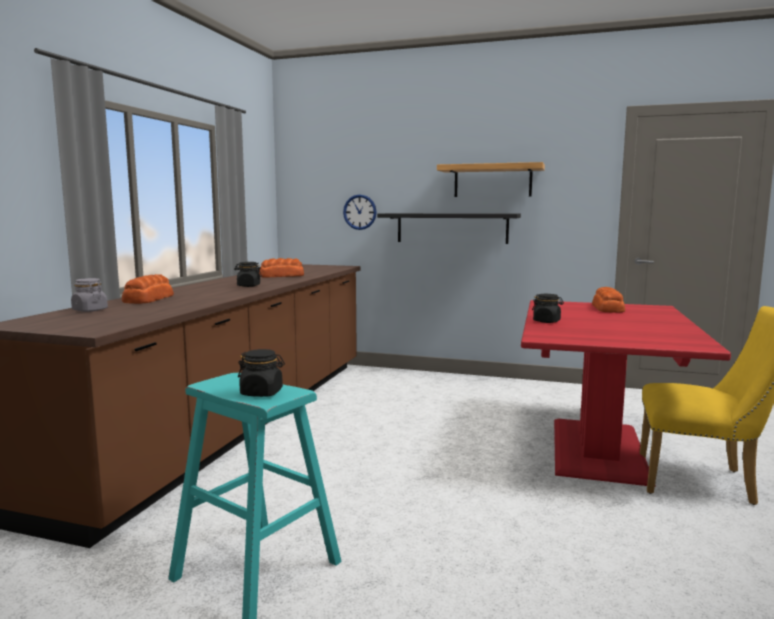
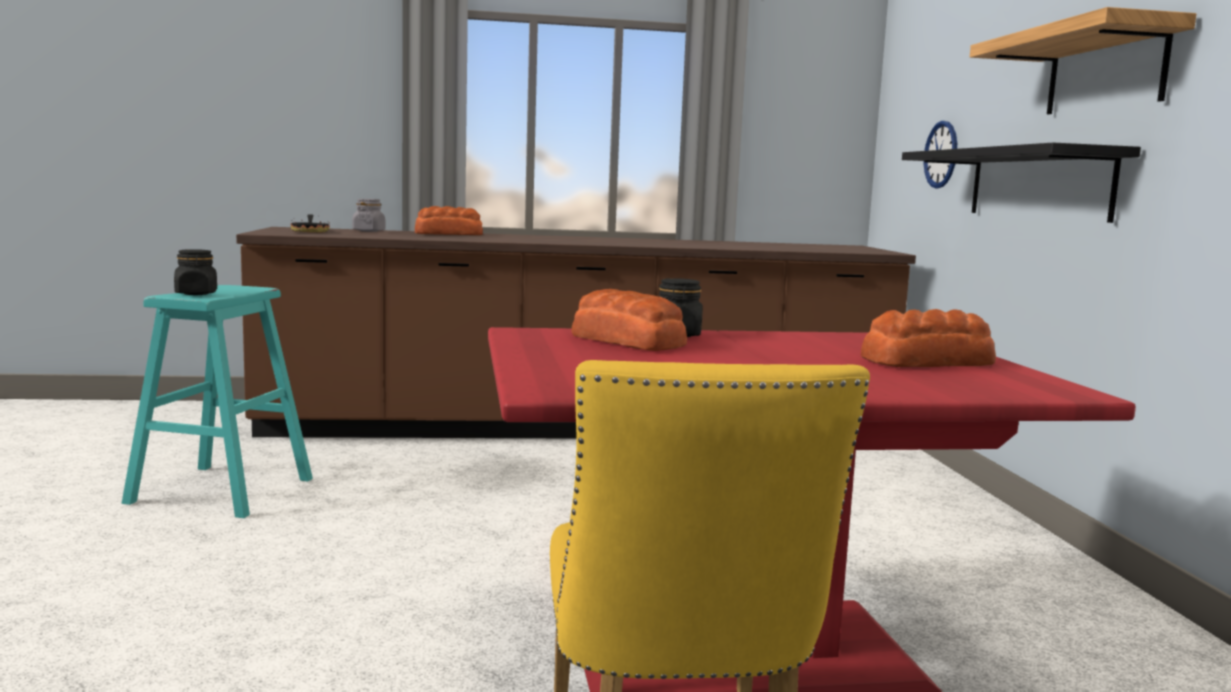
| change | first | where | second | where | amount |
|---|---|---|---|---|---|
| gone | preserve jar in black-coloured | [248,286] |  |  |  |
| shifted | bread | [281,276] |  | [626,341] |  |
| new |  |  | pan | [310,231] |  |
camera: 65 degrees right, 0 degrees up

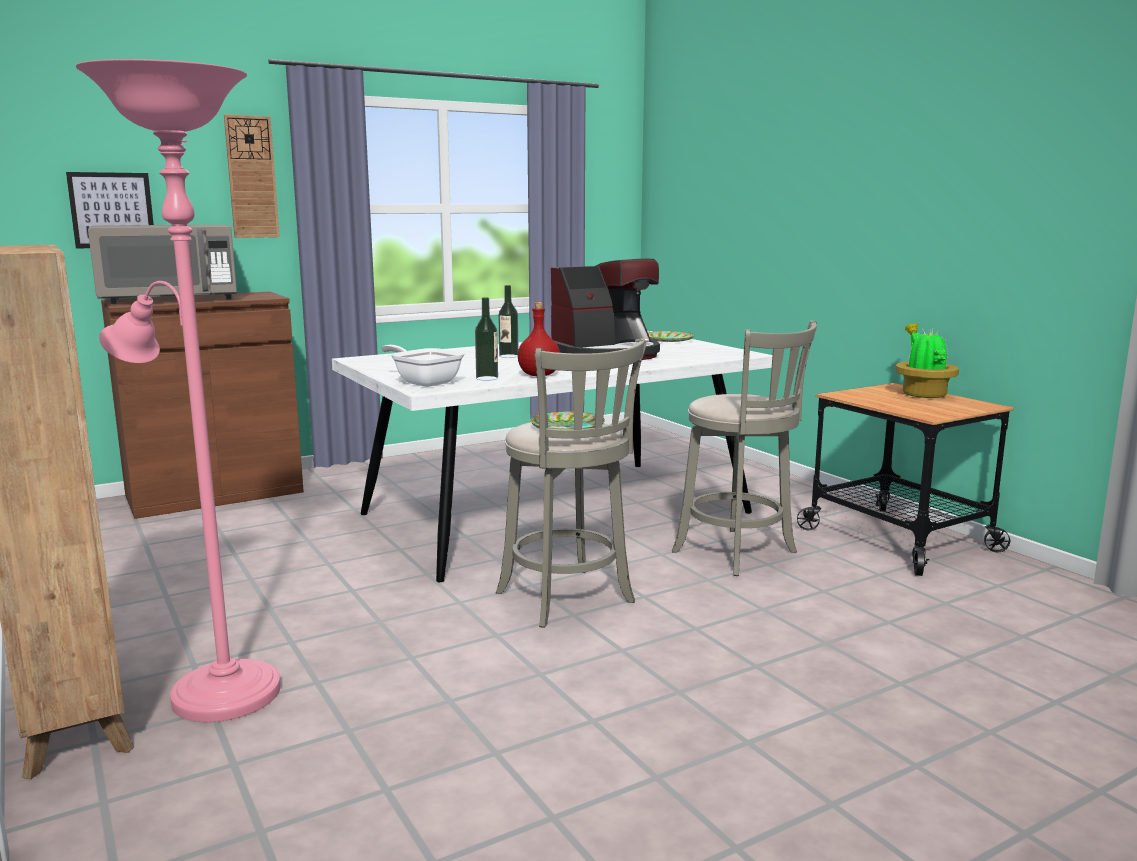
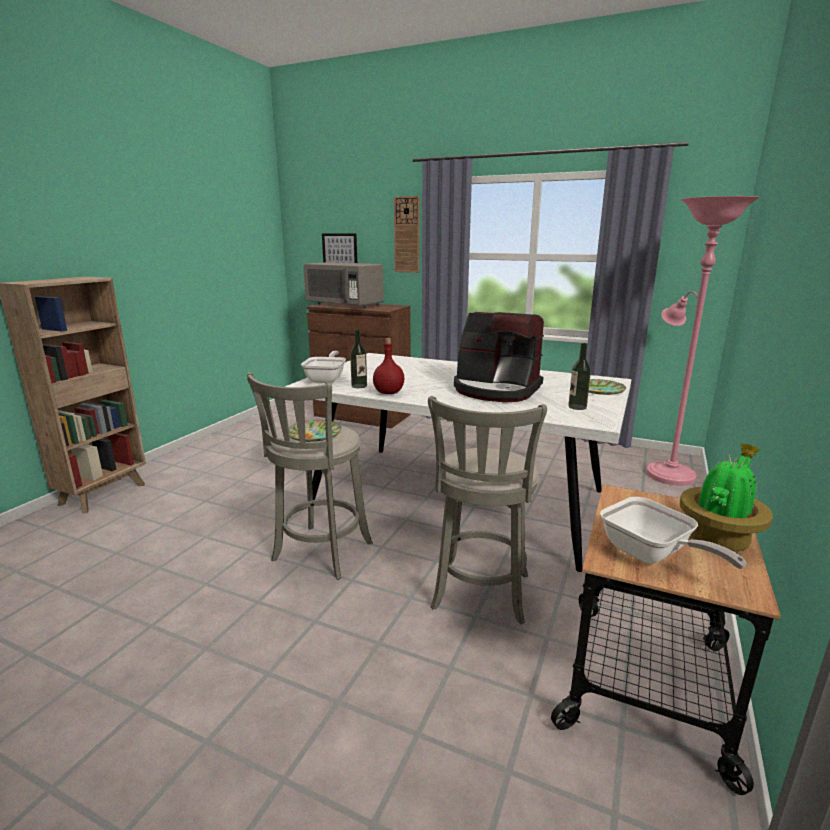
| change | first | where | second | where | amount |
|---|---|---|---|---|---|
| shifted | standing lamp in pinkish | [217,690] |  | [667,472] |  |
| shifted | drink bottle | [508,356] |  | [577,407] |  |
| new |  |  | pan | [651,556] |  |
camera: 55 degrees right, 5 degrees up

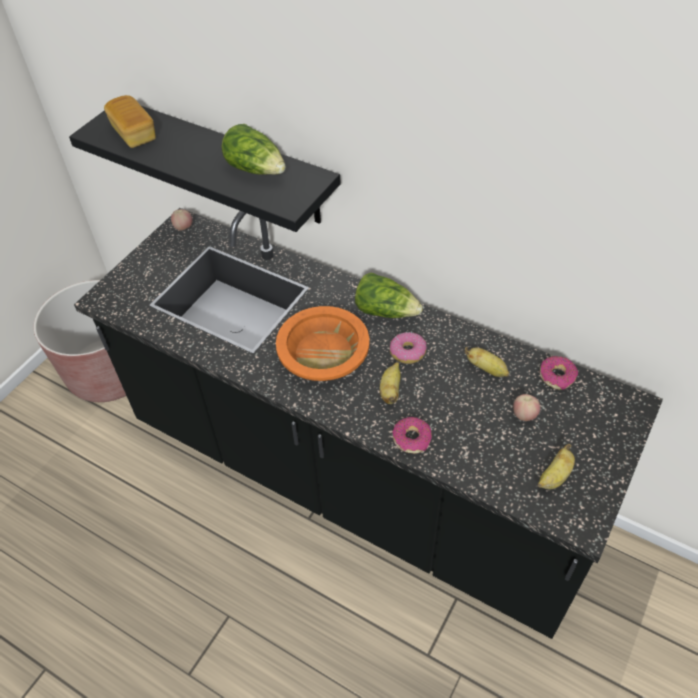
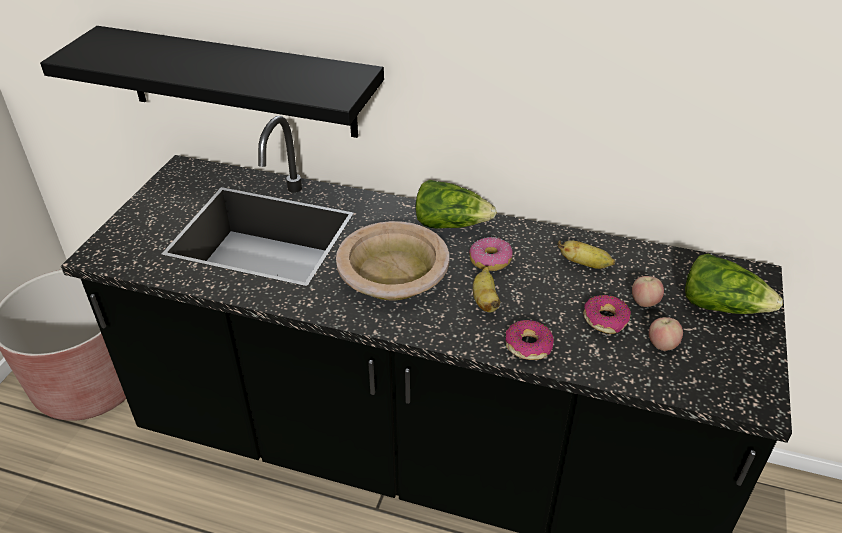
| change | first | where | second | where | amount |
|---|---|---|---|---|---|
| gone | bread | [133,133] |  |  |  |
| shifted | apple fruit | [183,228] |  | [662,345] |  |
| shifted | head of lettuce | [256,169] |  | [721,306] |  |
| repainted | serving bowl in orange | [323,354] | serving bowl in beige-coloured | [393,275] |  |
| gone | whole banana | [554,477] |  |  |  |
| shifted | donut | [557,376] |  | [605,319] |  |
camera: 15 degrees left, 10 degrees down

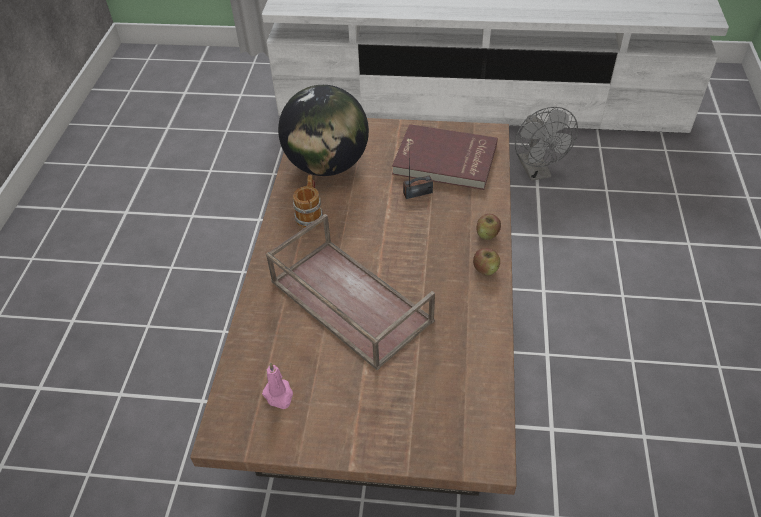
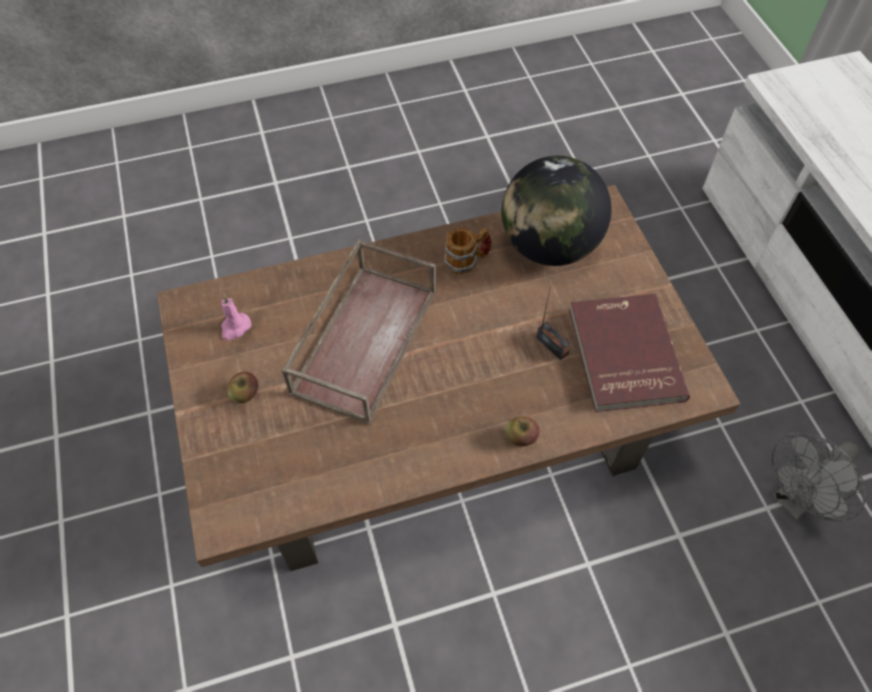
| change | first | where | second | where | amount |
|---|---|---|---|---|---|
| shifted | apple fruit | [485,269] |  | [245,394] |  |
camera: 65 degrees right, 10 degrees up

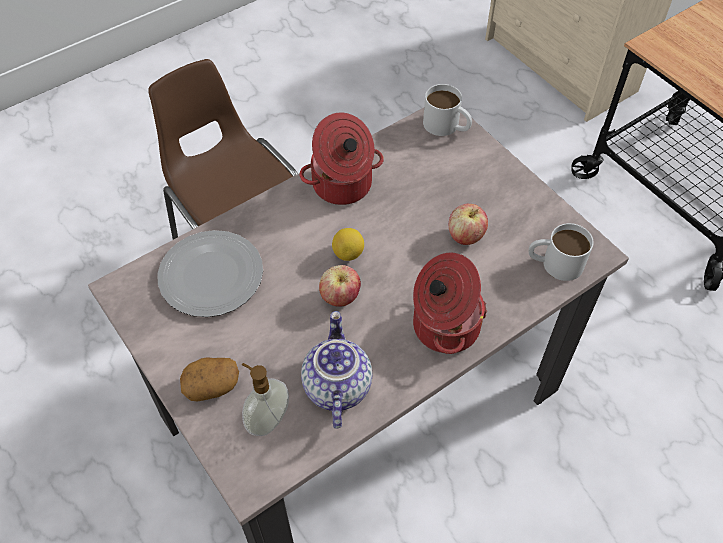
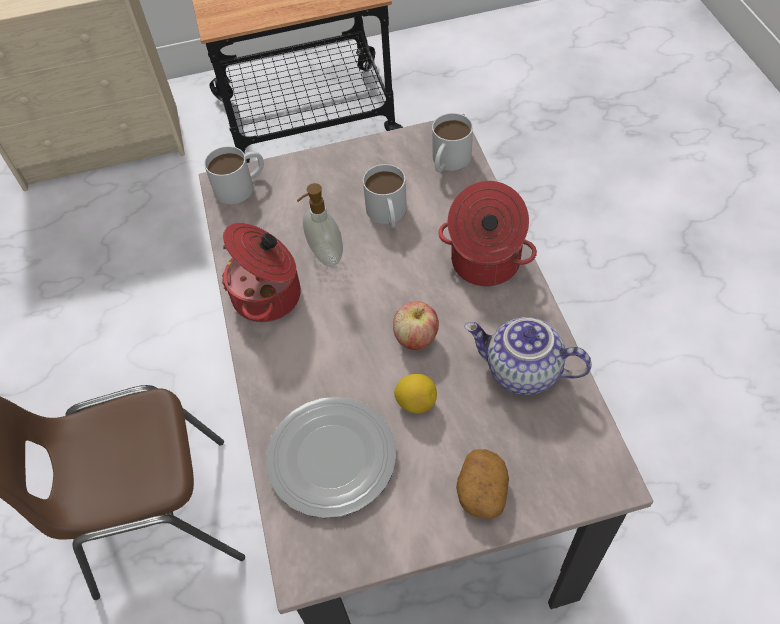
| change | first | where | second | where | amount |
|---|---|---|---|---|---|
| shifted | soap dispenser | [267,419] |  | [325,256] |  |
| shifted | citrus fruit | [348,253] |  | [416,402] |  |
| swapped | apple fruit | [465,236] | mug in white | [388,214] |  |
camera: 65 degrees left, 0 degrees up

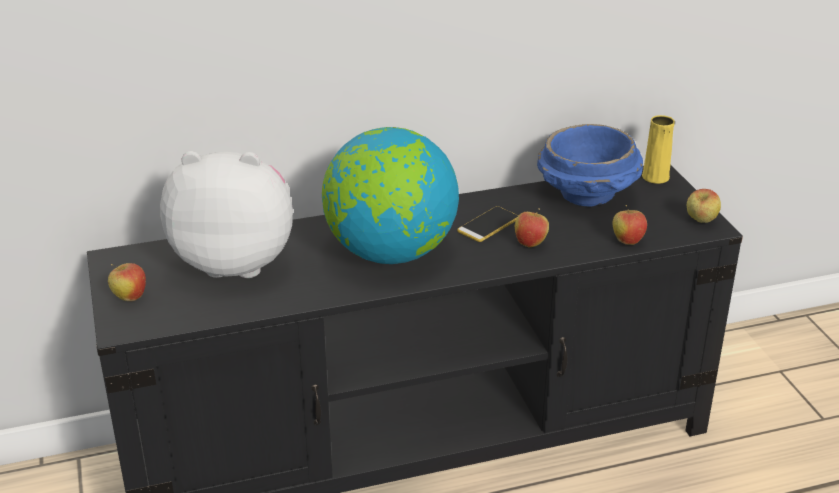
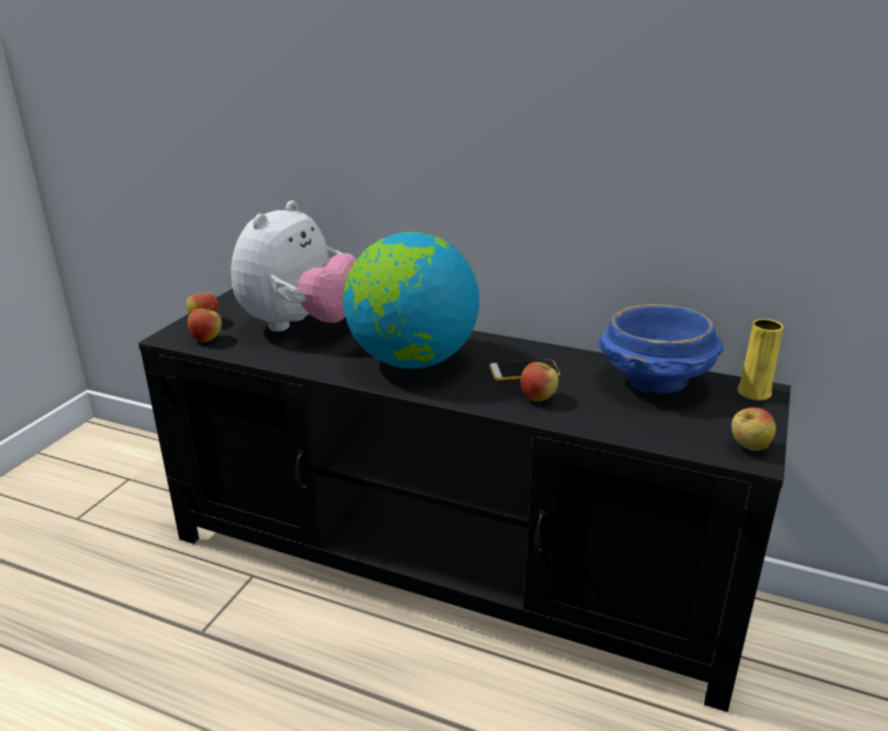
| change | first | where | second | where | amount |
|---|---|---|---|---|---|
| rotated | cuddly toy | [236,261] |  | [301,326] | 75 degrees clockwise |
| shifted | apple fruit | [627,241] |  | [207,339] |  |
camera: 40 degrees right, 5 degrees down

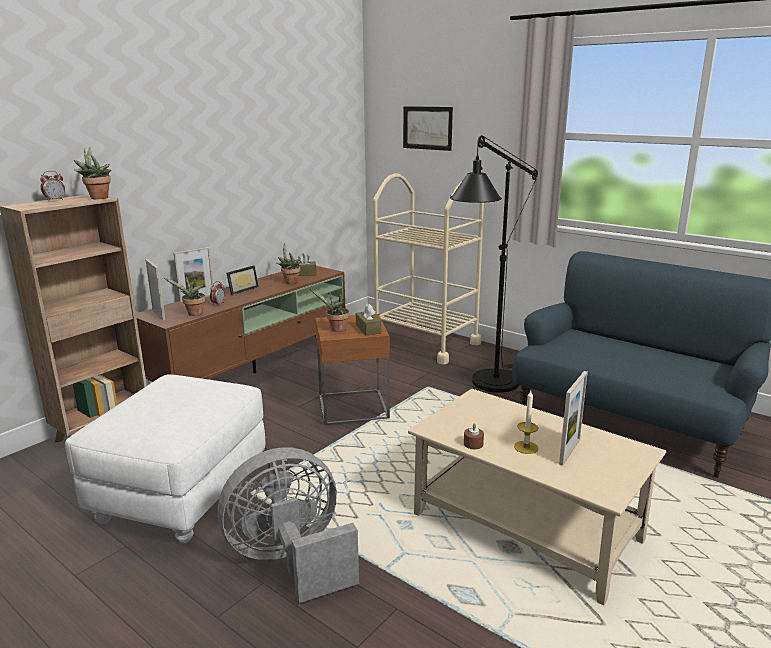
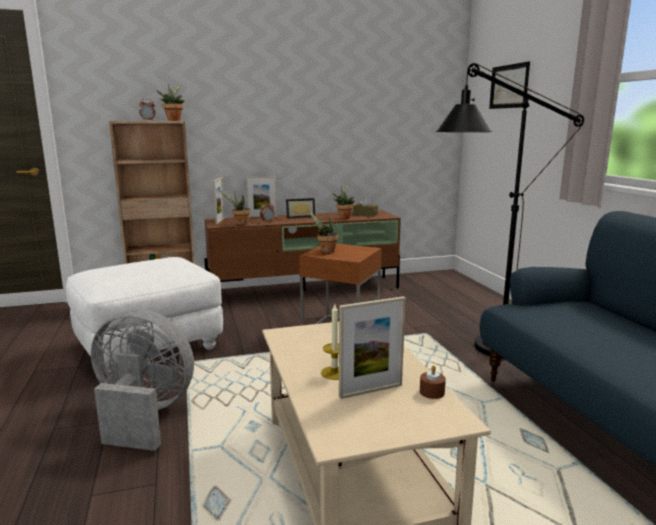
| change | first | where | second | where | amount |
|---|---|---|---|---|---|
| gone | tissue box in brownish | [368,329] |  |  |  |
| gone | cart in beige-coloured | [426,343] |  |  |  |
| shifted | wax light in brownish | [473,444] |  | [432,392] |  |
camera: 35 degrees right, 5 degrees down

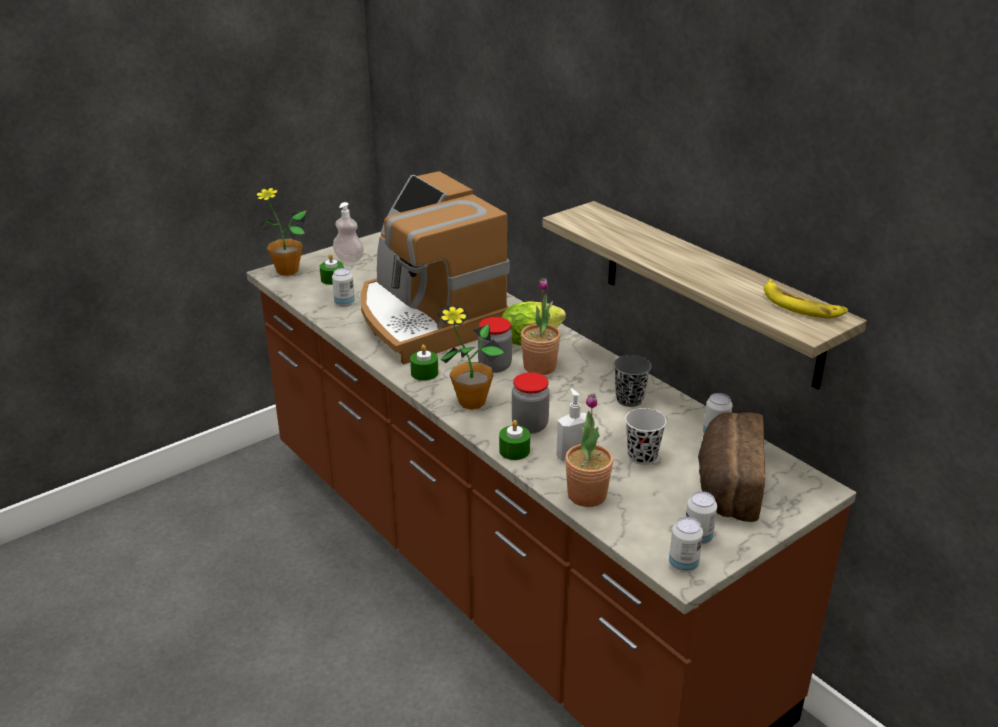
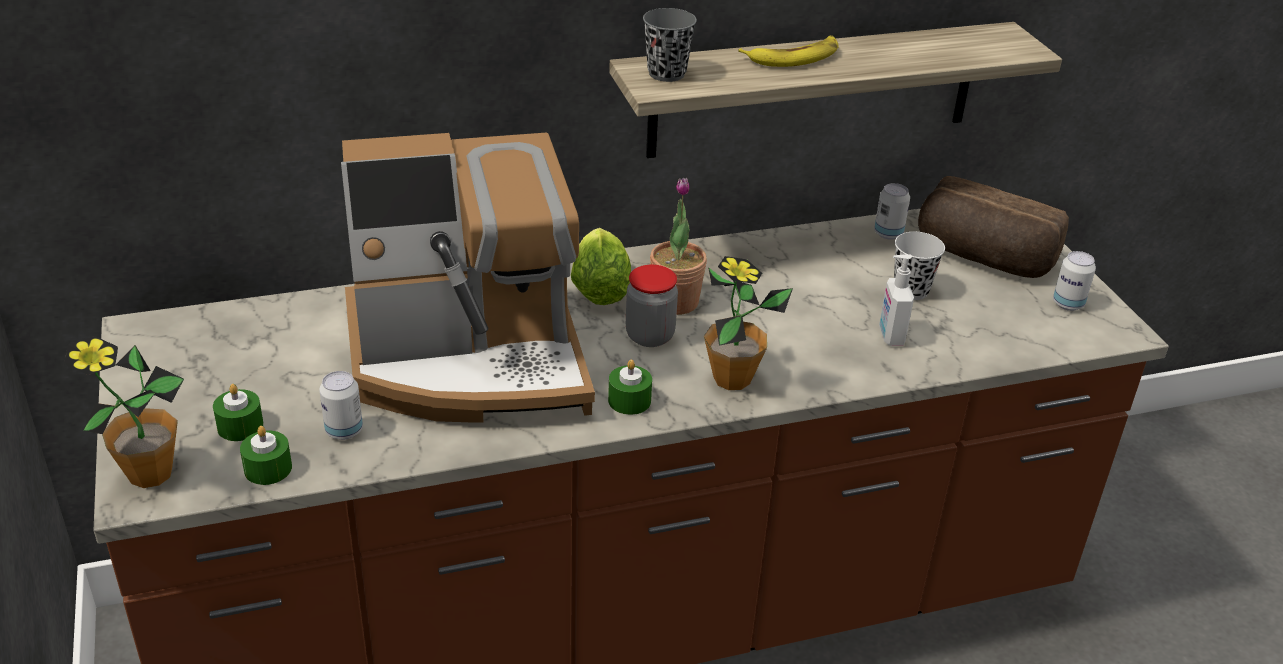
| change | first | where | second | where | amount |
|---|---|---|---|---|---|
| gone | soap dispenser | [349,259] |  |  |  |
| shifted | wax light in green-coloured | [514,450] |  | [268,469] |  |
| gone | preserve jar | [530,425] |  |  |  |
| gone | potted plant | [587,495] |  |  |  |
| shifted | drinking cup in greyish | [629,400] |  | [666,73] |  |
| gone | sealed can | [683,564] |  |  |  |
| shifted | whole banana | [801,306] |  | [794,57] |  |
camera: 70 degrees left, 5 degrees up

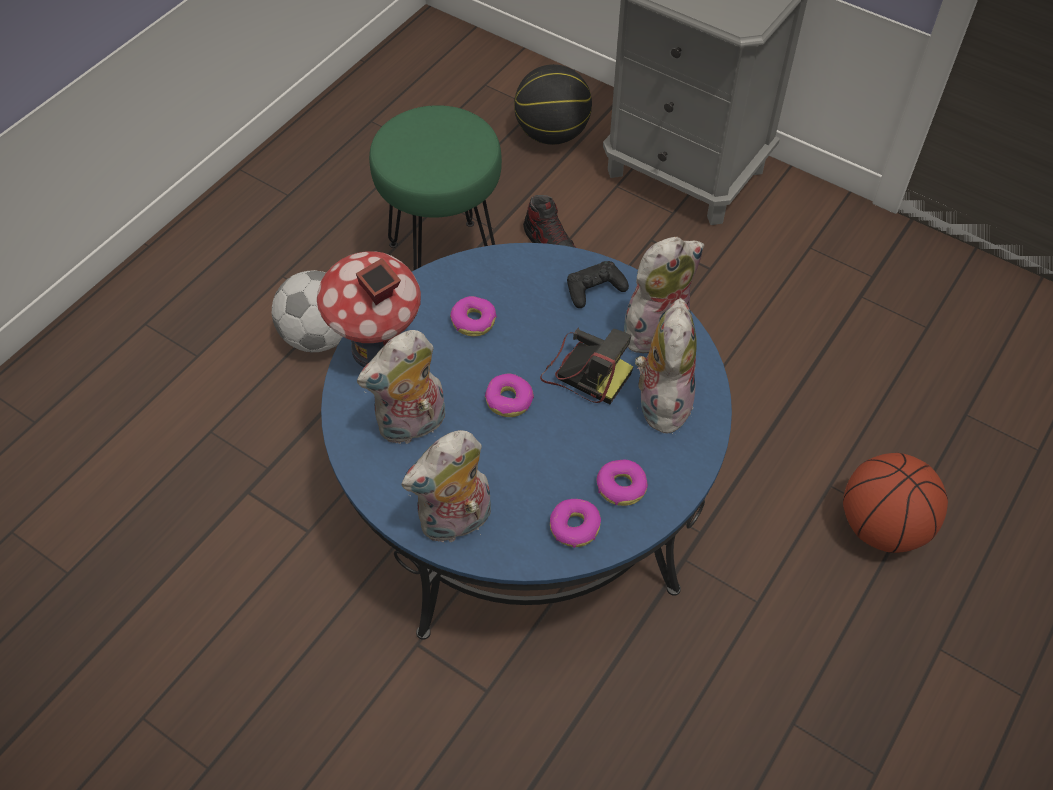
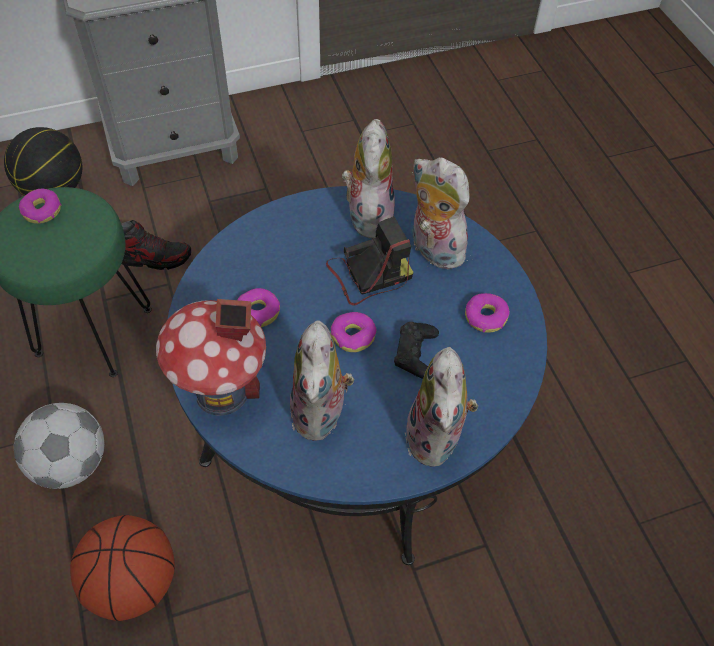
| change | first | where | second | where | amount |
|---|---|---|---|---|---|
| shifted | donut | [574,527] |  | [42,211] |  |
| shifted | game controller in black-coloured | [594,289] |  | [415,353] |  |
| shifted | basketball | [881,526] |  | [133,582] |  |
camera: 55 degrees left, 0 degrees up

